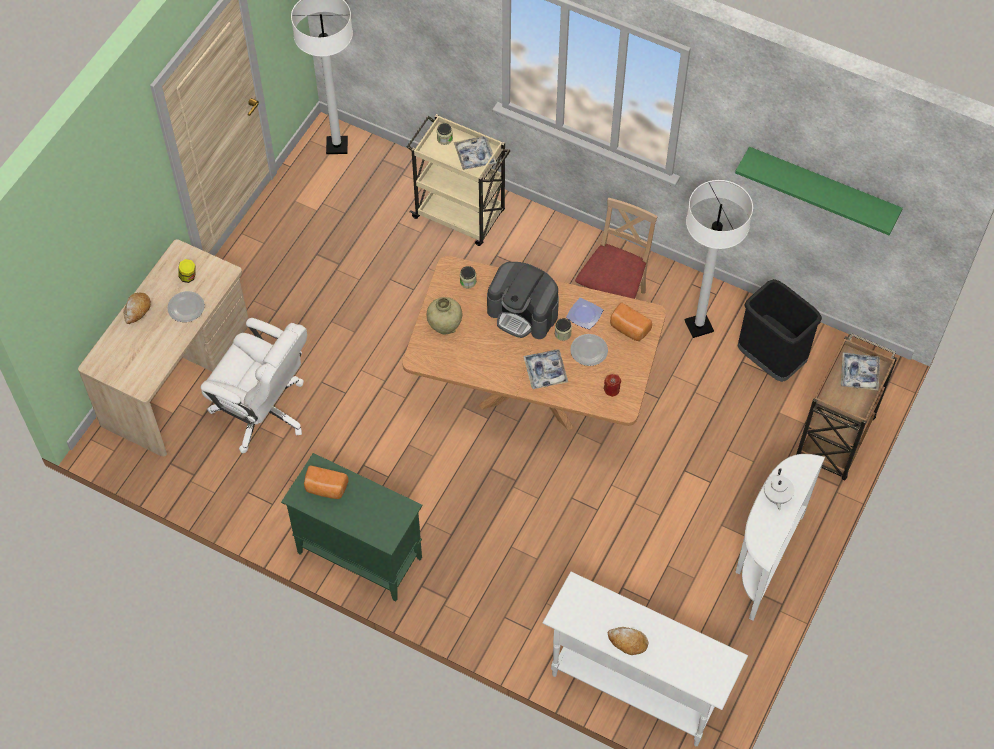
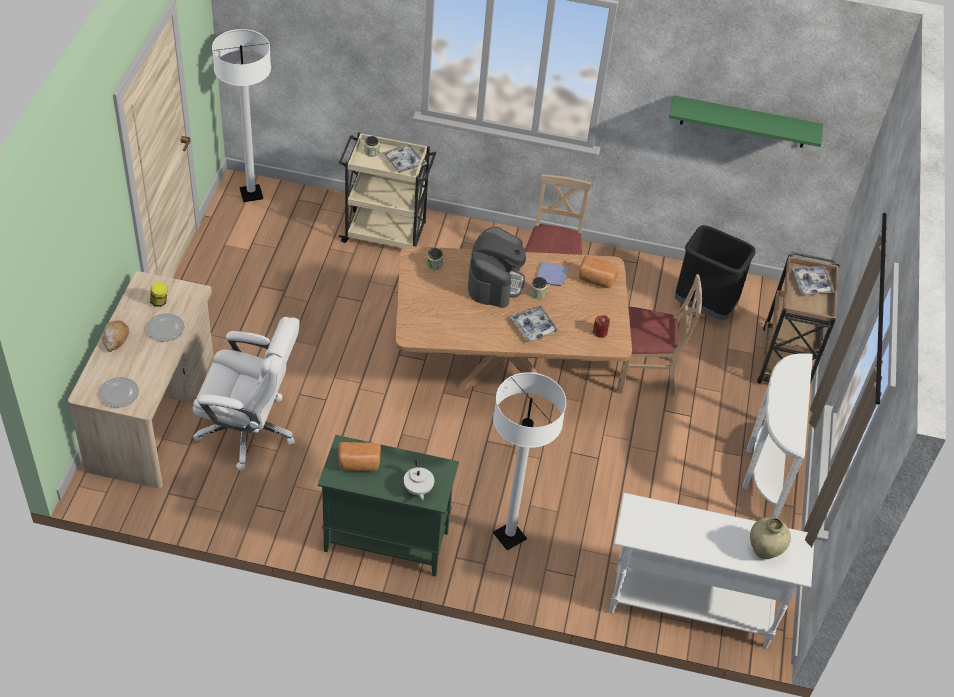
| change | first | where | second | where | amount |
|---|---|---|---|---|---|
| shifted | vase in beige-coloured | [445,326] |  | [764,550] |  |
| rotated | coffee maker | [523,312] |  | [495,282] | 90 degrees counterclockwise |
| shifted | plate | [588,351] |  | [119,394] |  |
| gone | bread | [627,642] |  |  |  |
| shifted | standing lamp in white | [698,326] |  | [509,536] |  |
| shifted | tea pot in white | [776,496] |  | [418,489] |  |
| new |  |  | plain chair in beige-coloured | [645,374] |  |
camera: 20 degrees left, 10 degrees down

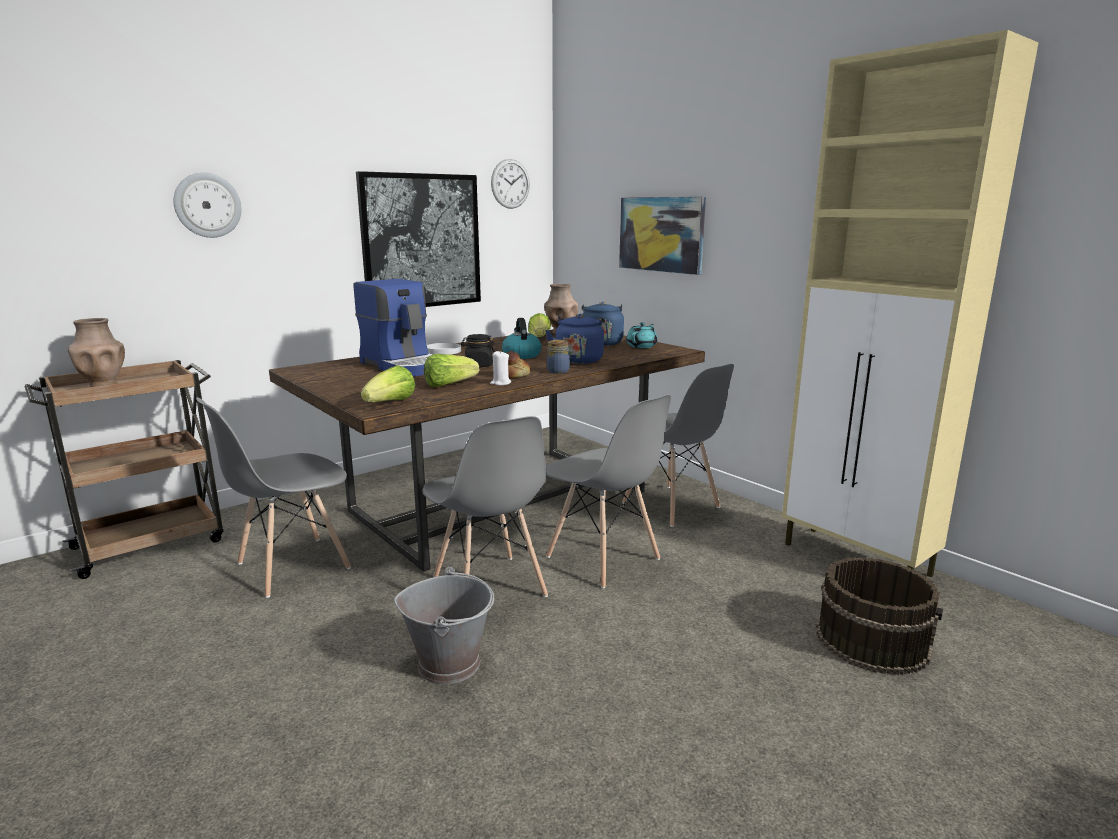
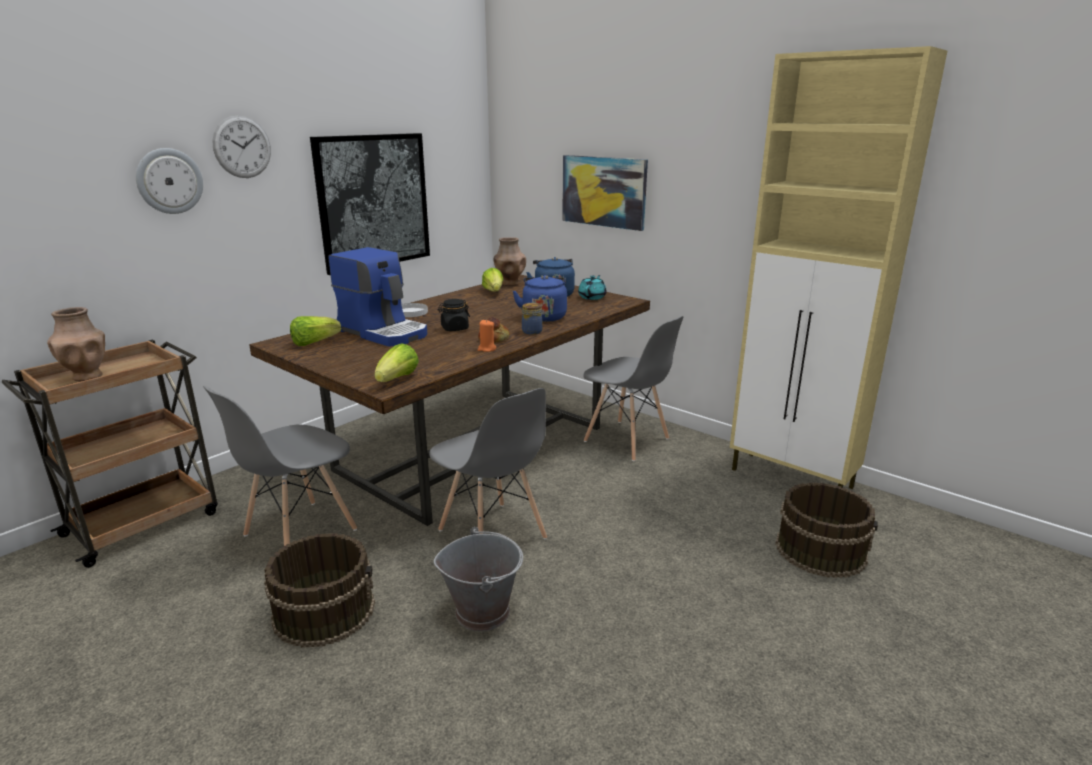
| change | first | where | second | where | amount |
|---|---|---|---|---|---|
| shifted | head of lettuce | [449,384] |  | [314,343] |  |
| repainted | wax light in white | [500,383] | wax light in orange | [487,349] |  |
| shifted | clock on the wall | [510,184] |  | [242,147] |  |
| gone | kettle | [521,355] |  |  |  |
| gone | plain chair in greyish | [603,559] |  |  |  |
| new |  |  | bucket in brownish | [324,611] |  |
camera: 10 degrees left, 5 degrees up

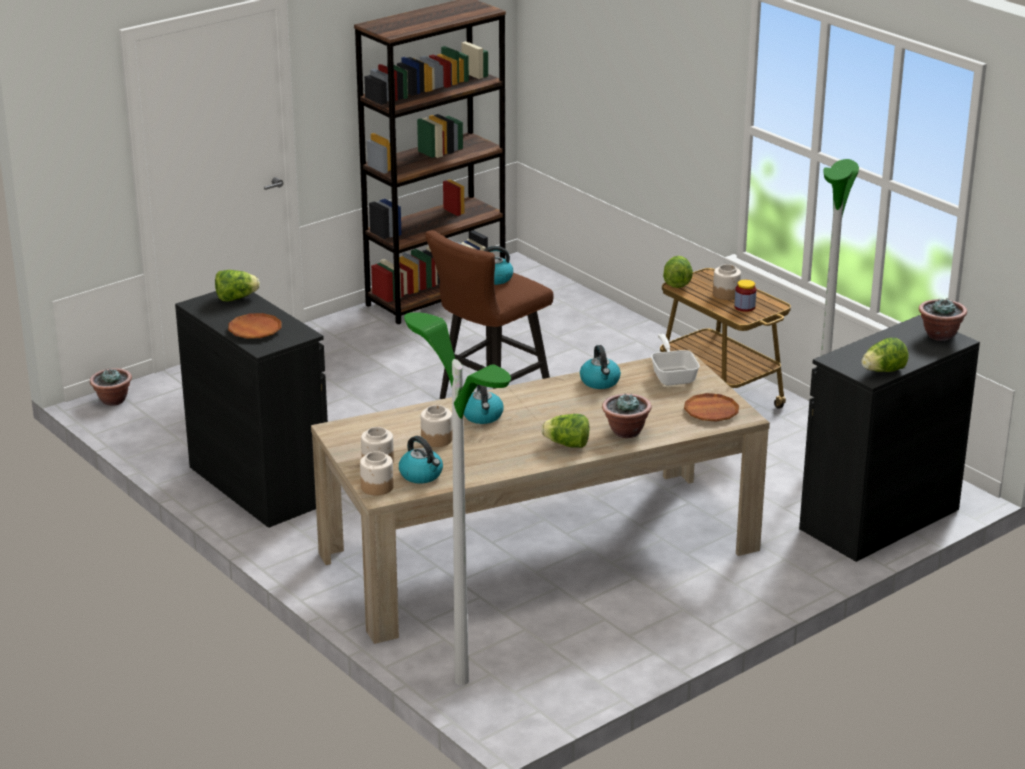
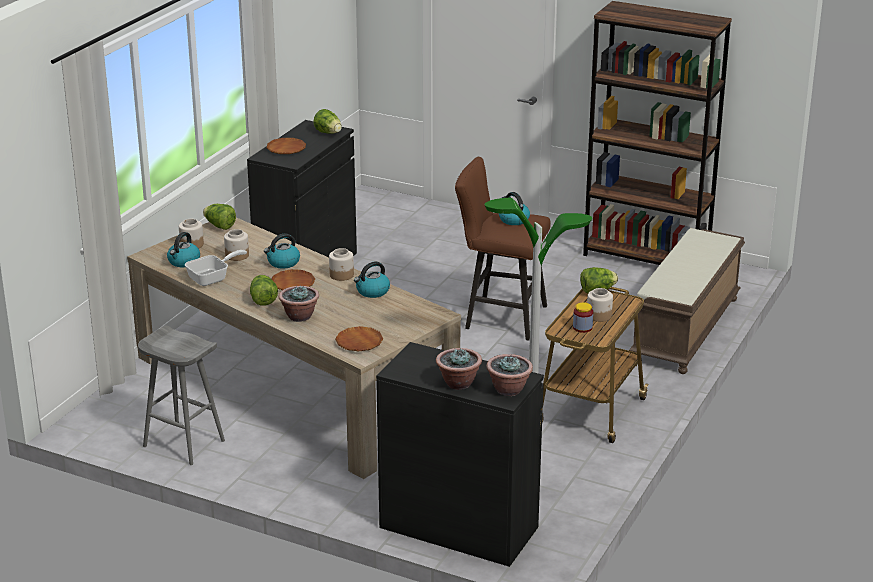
| change | first | where | second | where | amount |
|---|---|---|---|---|---|
| shifted | potted plant | [112,400] |  | [458,383] |  |
| shifted | preserve jar | [377,487] |  | [342,275] |  |
| gone | standing lamp | [461,681] |  |  |  |
| shifted | pan | [673,375] |  | [212,278] |  |
| shifted | head of lettuce | [883,371] |  | [219,226] |  |
| new |  |  | stool in greyish | [182,443] |  |
| new |  |  | plate in brownish | [293,283] |  |
| new |  |  | indoor bench in brownish | [686,330] |  |
camera: 65 degrees right, 0 degrees up

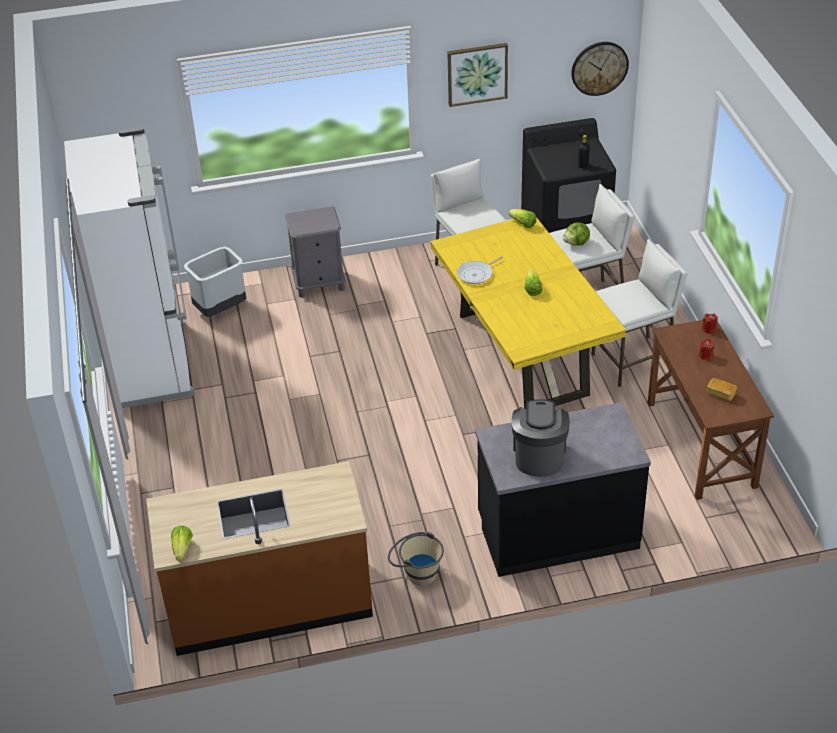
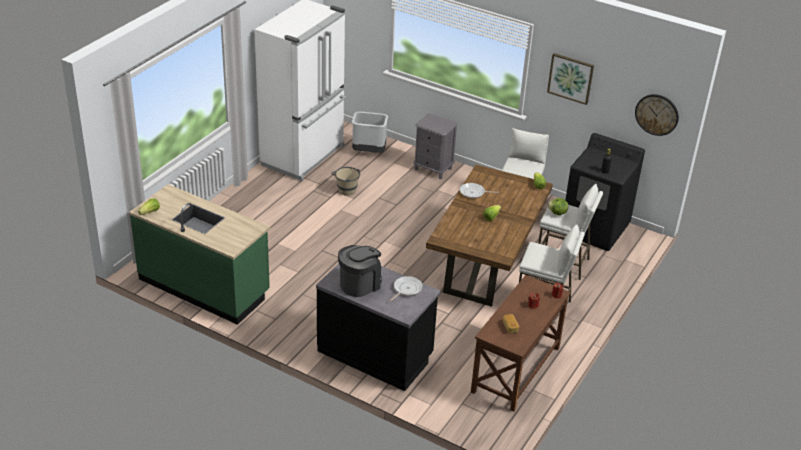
| change | first | where | second | where | amount |
|---|---|---|---|---|---|
| repainted | kitchen counter in brownish | [269,602] | kitchen counter in green-coloured | [204,286] |  |
| shifted | bucket in beige-coloured | [416,572] |  | [346,189] |  |
| repainted | dining table in yellowish | [523,356] | dining table in brownish | [486,266] |  |
| new |  |  | pan | [406,289] |  |
camera: 40 degrees right, 5 degrees down

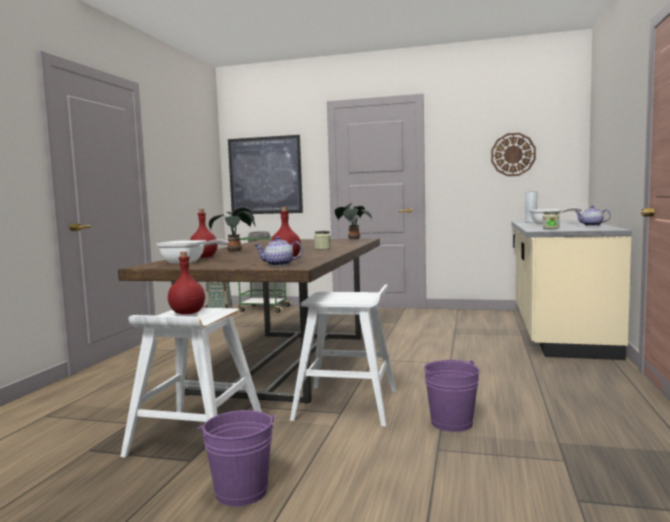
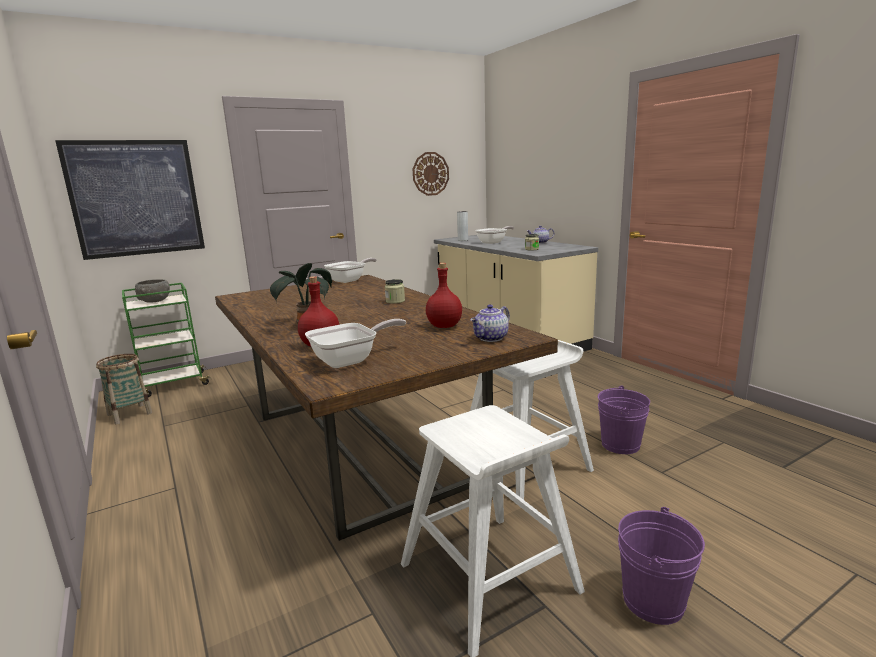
| change | first | where | second | where | amount |
|---|---|---|---|---|---|
| gone | drink bottle in reddish | [187,313] |  |  |  |
| swapped | potted plant | [353,239] | pan | [350,280] |  |
camera: 45 degrees left, 10 degrees up

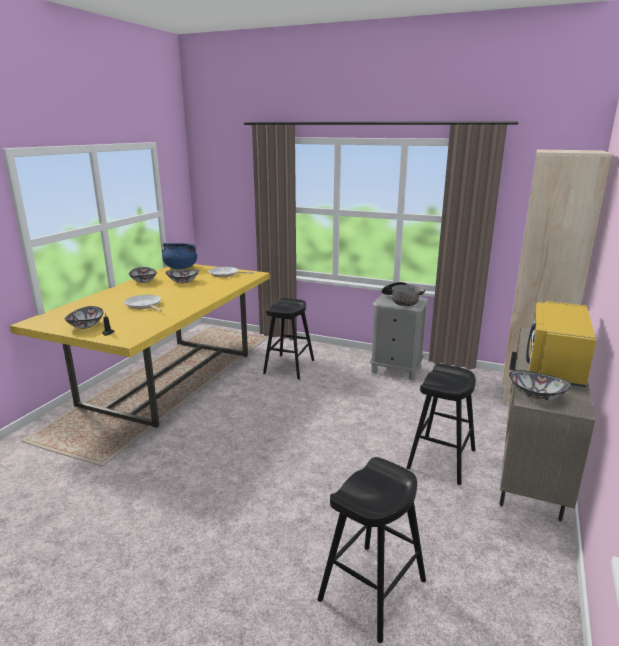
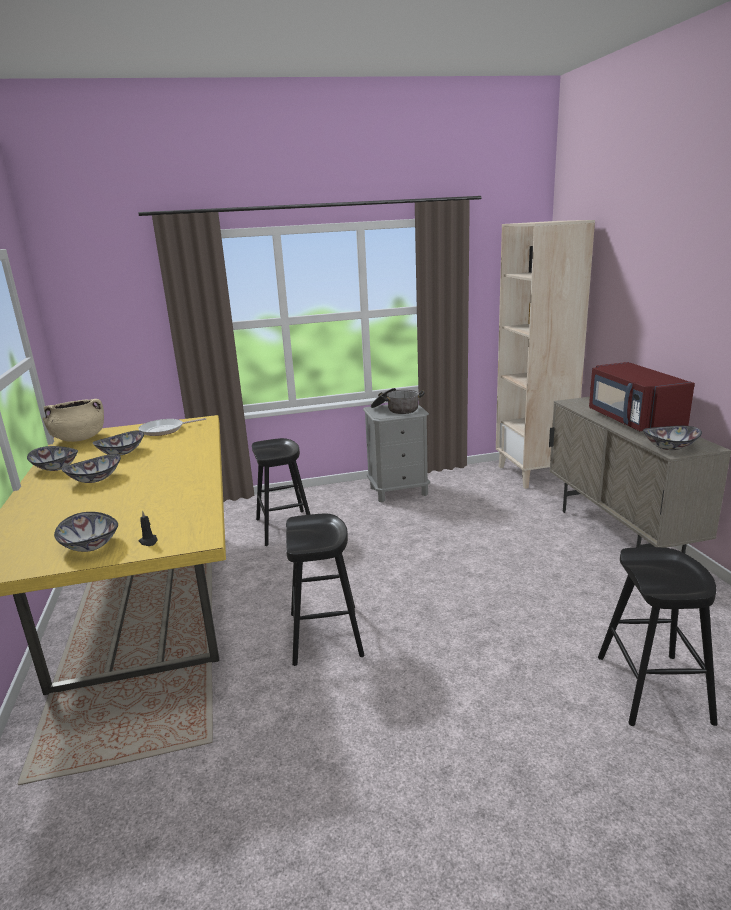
| change | first | where | second | where | amount |
|---|---|---|---|---|---|
| gone | pan | [144,305] |  |  |  |
| repainted | cooking pot in blue | [180,268] | cooking pot in beige-coloured | [79,439] |  |
| shifted | stool in black-coloured | [441,459] |  | [325,634] |  |
| repainted | microwave in yellowish | [554,364] | microwave in reddish | [633,421] |  |
| new |  |  | serving bowl | [95,479] |  |
camera: 35 degrees left, 0 degrees up

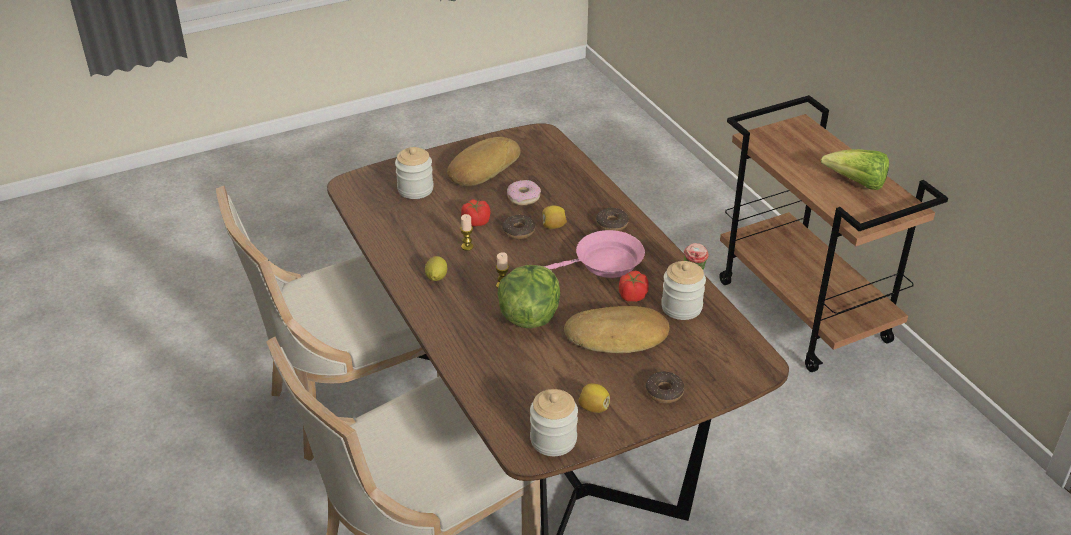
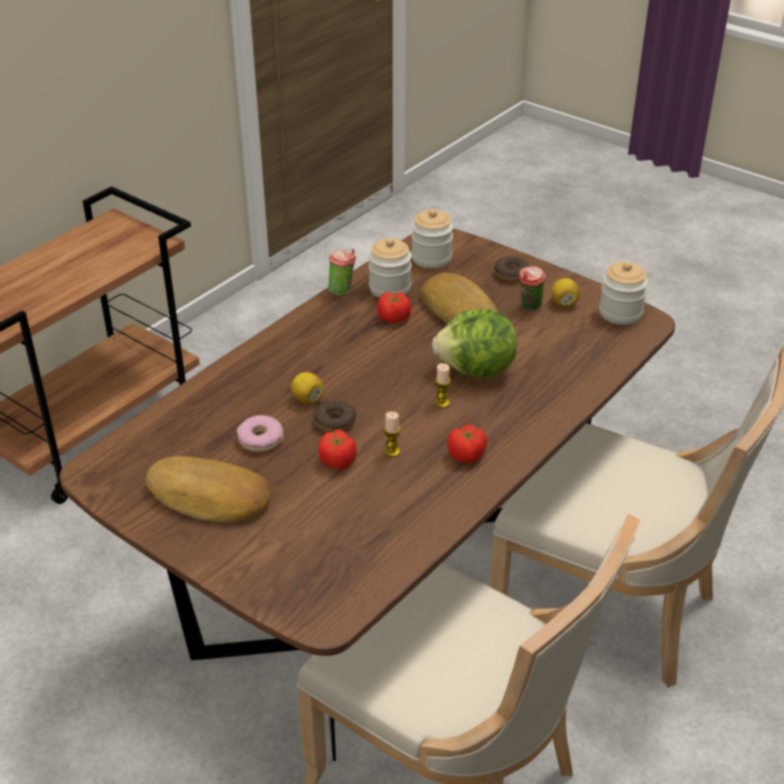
| change | first | where | second | where | amount |
|---|---|---|---|---|---|
| shifted | preserve jar | [415,189] |  | [431,258] |  |
| swapped | citrus fruit | [436,278] | fresh tomato | [466,455] |  |
| gone | pan in pinkish | [603,263] |  |  |  |
| gone | donut | [612,224] |  |  |  |
| gone | head of lettuce | [857,183] |  |  |  |
| new |  |  | drinking cup | [529,307] |  |
camera: 115 degrees left, 0 degrees up

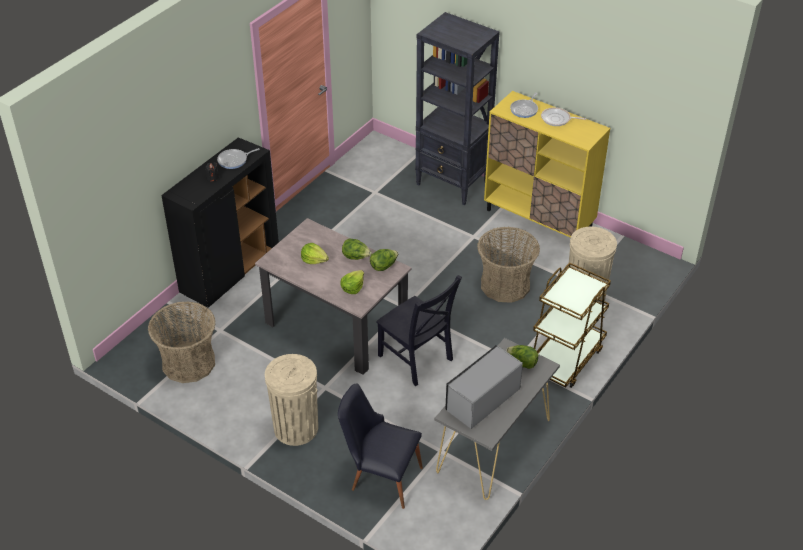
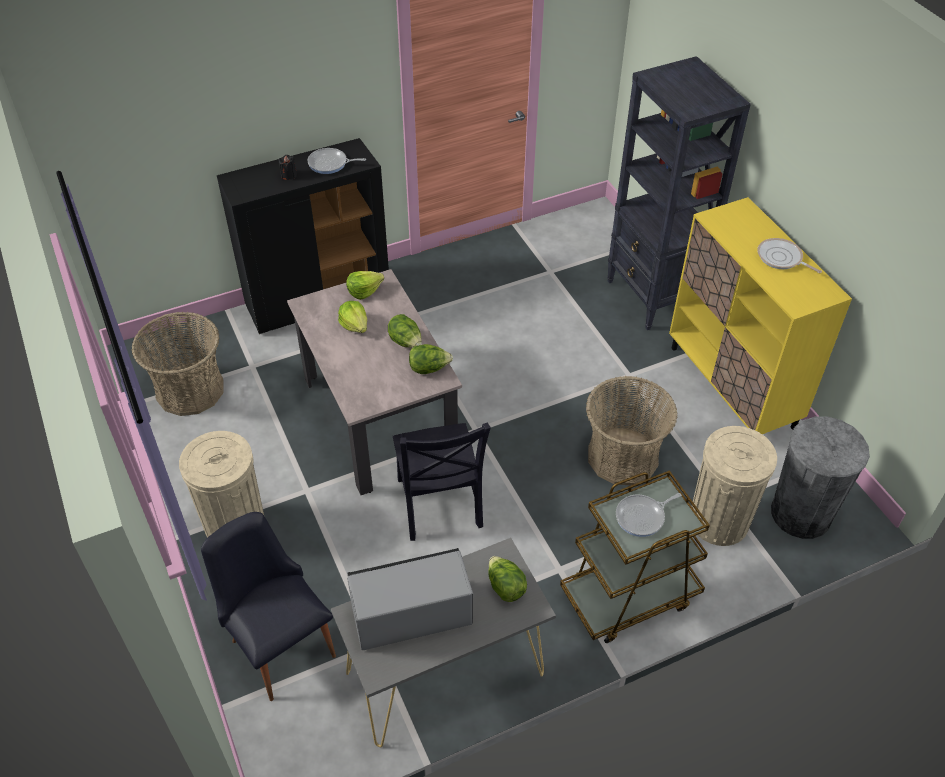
| change | first | where | second | where | amount |
|---|---|---|---|---|---|
| shifted | head of lettuce | [352,287] |  | [364,291] |  |
| shifted | pan | [525,109] |  | [642,517] |  |
| new |  |  | trash can in greyish | [801,513] |  |
camera: 30 degrees right, 5 degrees up

